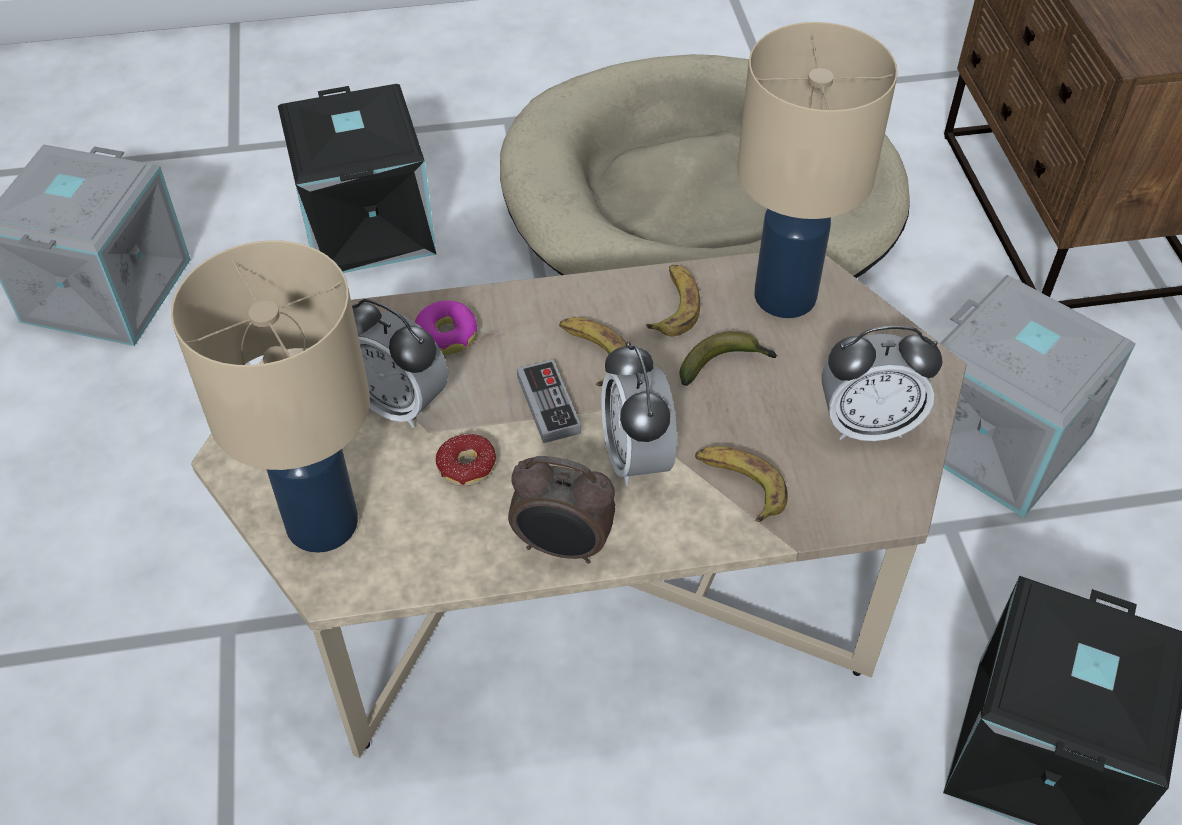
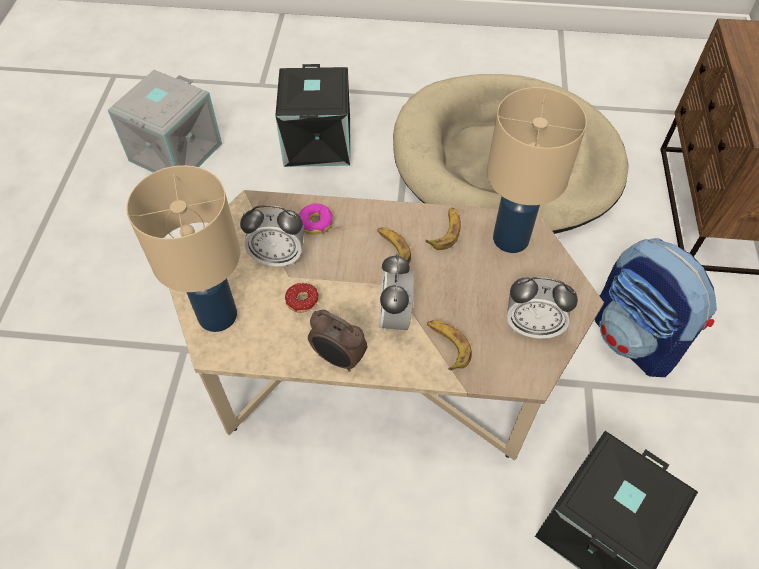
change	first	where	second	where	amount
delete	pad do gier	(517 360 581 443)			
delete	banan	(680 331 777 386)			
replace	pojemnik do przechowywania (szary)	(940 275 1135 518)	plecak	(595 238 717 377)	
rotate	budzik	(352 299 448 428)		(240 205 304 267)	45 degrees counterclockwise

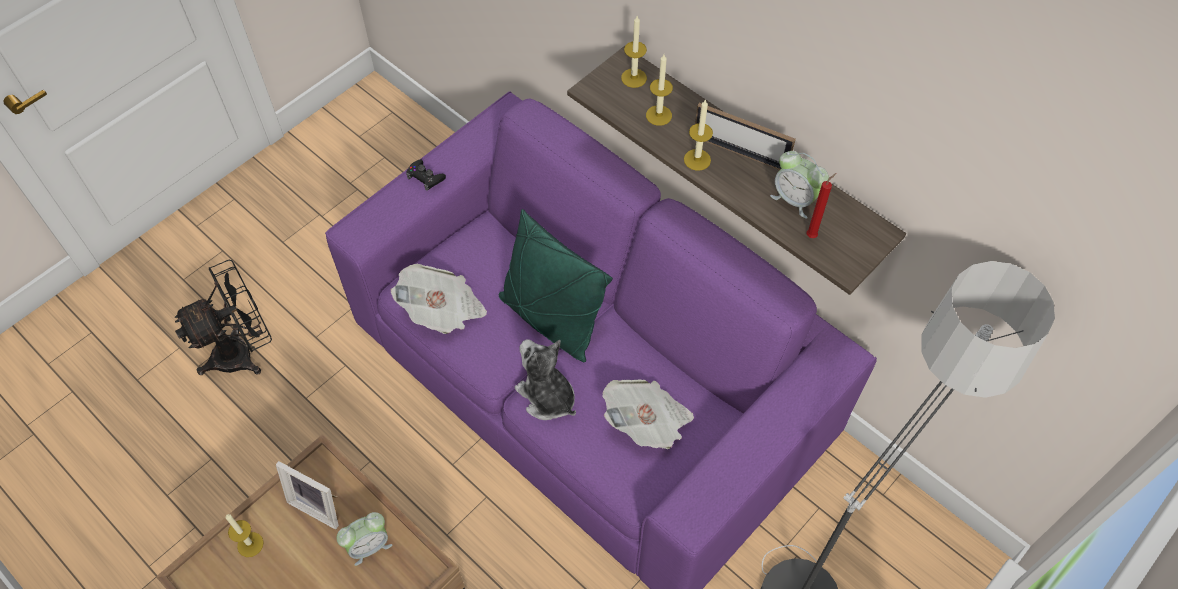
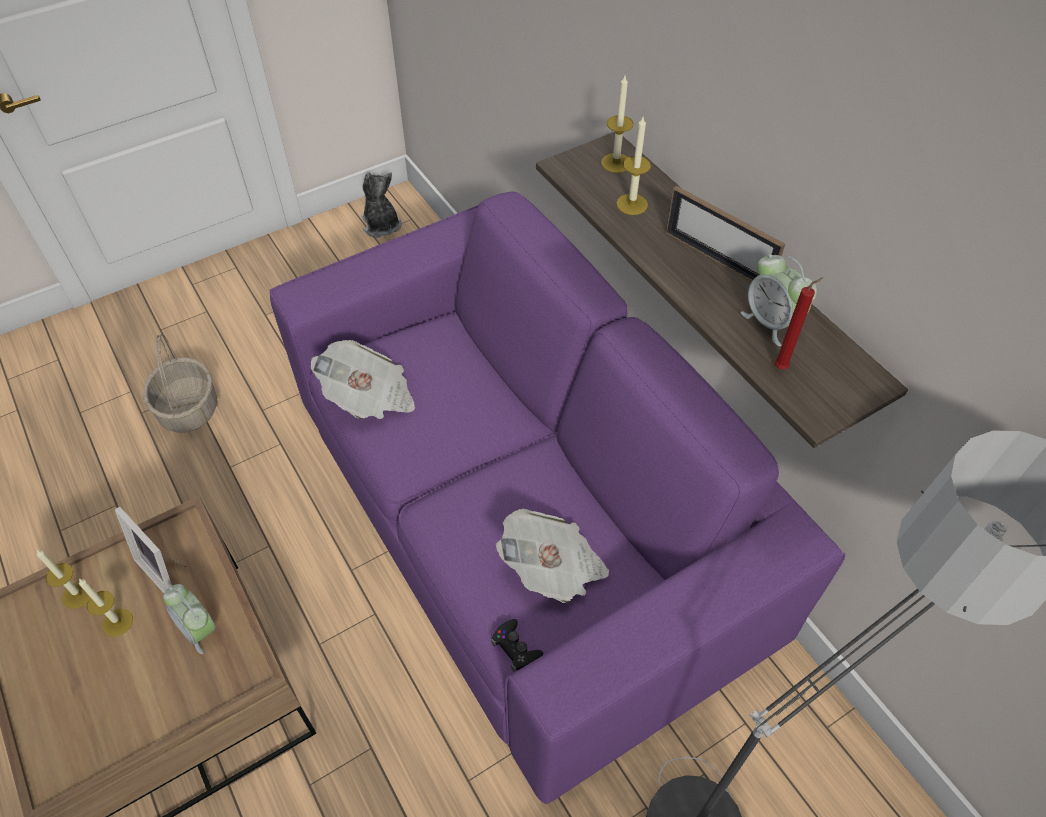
change	first	where	second	where	amount
delete	poduszka (zielony)	(499 209 613 362)			
move	pad do gier (czarny)	(406 160 446 191)		(491 619 543 671)	
move	pluszak	(515 340 576 420)		(361 172 401 238)	
move	świeca	(684 99 713 171)		(79 579 133 637)	
replace	wentylator (czarny)	(175 260 272 375)	koszyk	(143 334 217 433)	
rotate	budzik	(336 512 392 566)		(163 584 216 654)	60 degrees clockwise

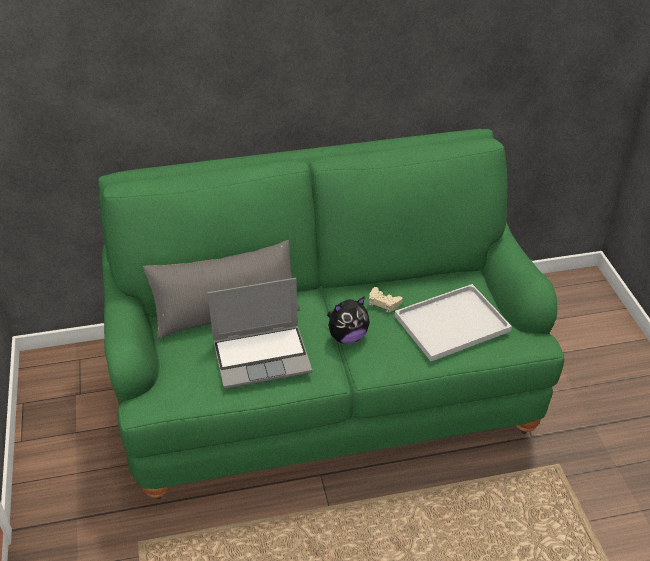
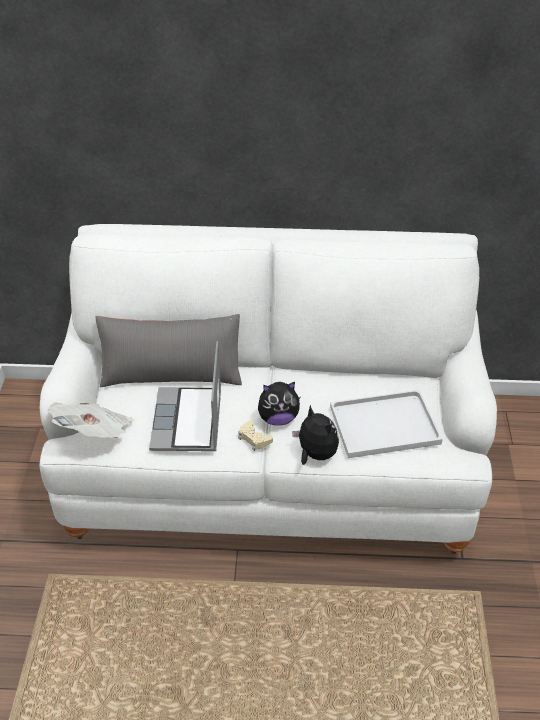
change	first	where	second	where	amount
insert			gazeta	(48 402 133 439)	
insert			pluszak	(292 405 339 465)	
move	pad do gier (beżowy)	(369 287 402 313)		(238 421 273 451)	
recolor	kanapa (zielony)	(98 129 564 499)	kanapa (biały)	(39 224 497 554)	
rotate	laptop	(208 278 312 389)		(149 341 221 451)	90 degrees clockwise

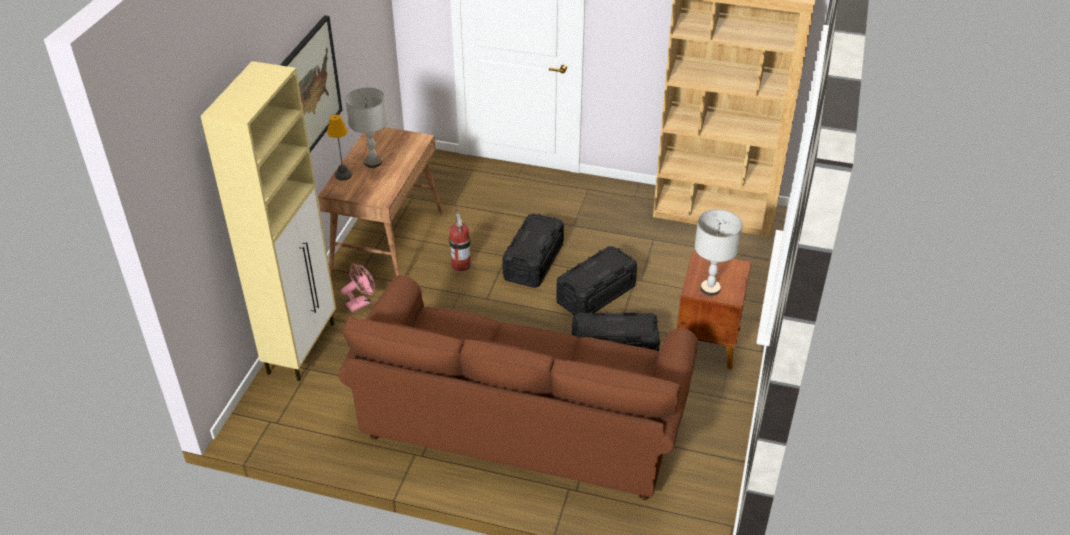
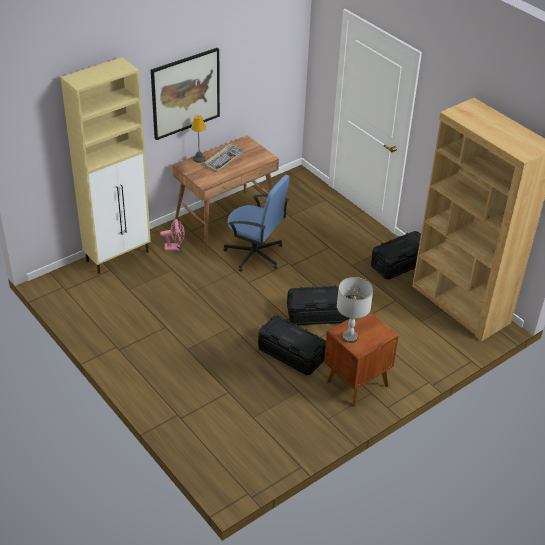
change	first	where	second	where	amount
delete	kanapa (brązowy)	(338 275 698 500)			
move	pojemnik do przechowywania (czarny)	(502 214 564 288)		(371 231 421 280)	
replace	lampa stołowa (szary)	(345 88 388 168)	klawiatura	(204 144 245 172)	
replace	gaśnica	(449 209 471 271)	krzesło biurowe (niebieski)	(223 175 290 272)	

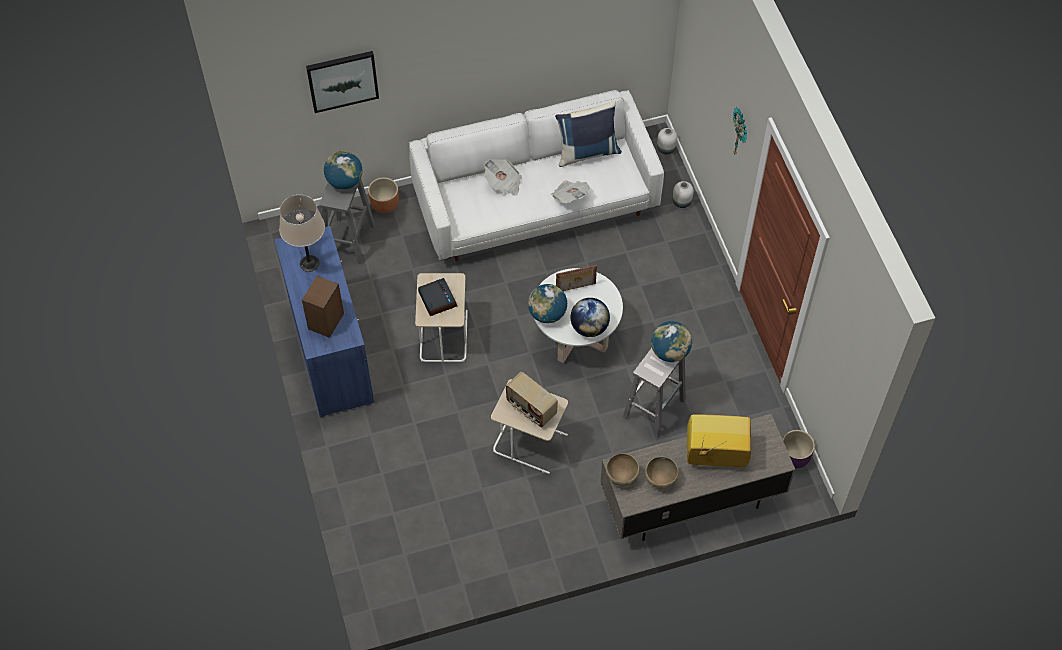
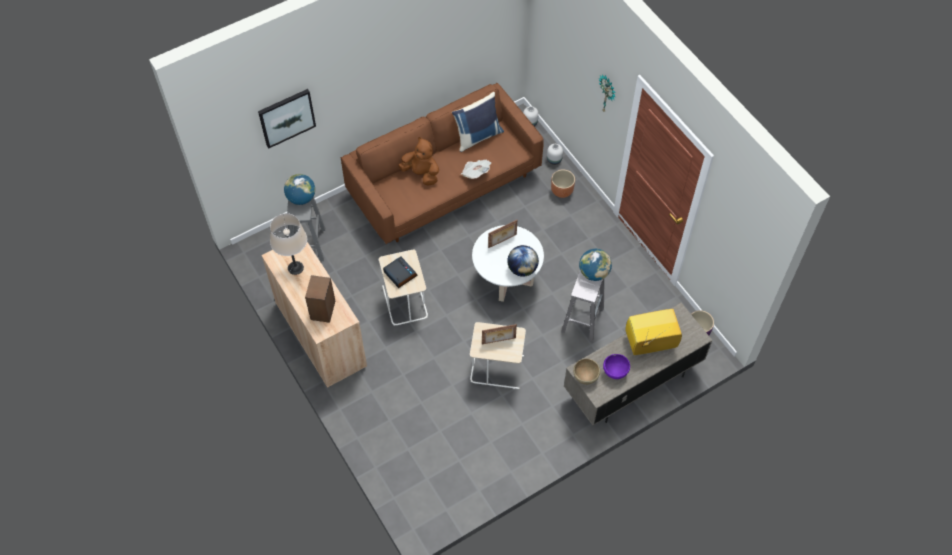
change	first	where	second	where	amount
delete	globus	(528 284 567 323)			
move	donica (brązowy)	(368 177 399 213)		(551 169 575 198)	
replace	gazeta	(484 159 522 196)	pluszak (brązowy)	(398 137 439 185)	
replace	radio	(506 371 558 427)	ramka na zdjęcie	(482 324 517 344)	
recolor	szafka (niebieski)	(274 226 374 417)	szafka (beżowy)	(261 242 367 388)	
recolor	kanapa (biały)	(409 90 664 261)	kanapa (brązowy)	(341 83 544 244)	
recolor	miska (brązowy)	(644 456 679 489)	miska (fioletowy)	(603 354 630 379)	

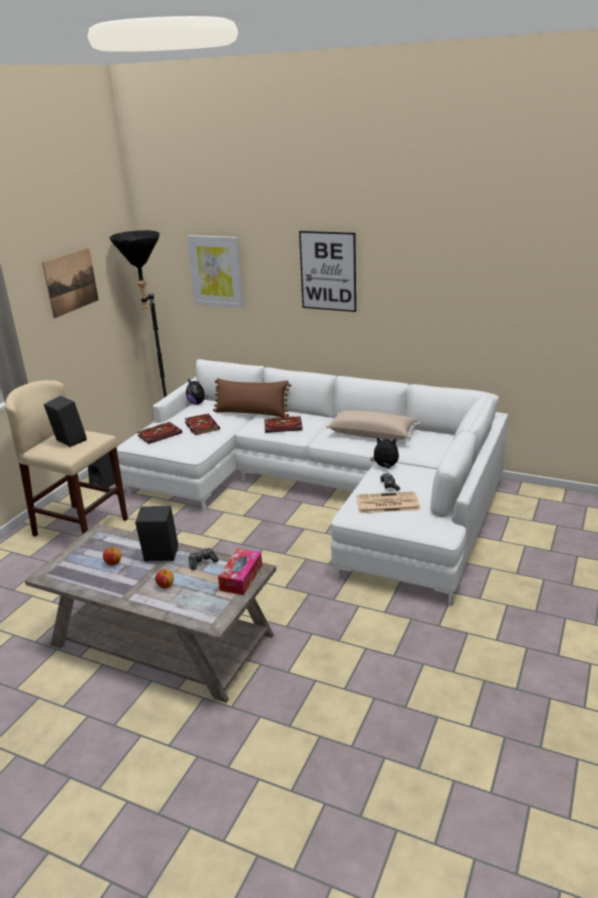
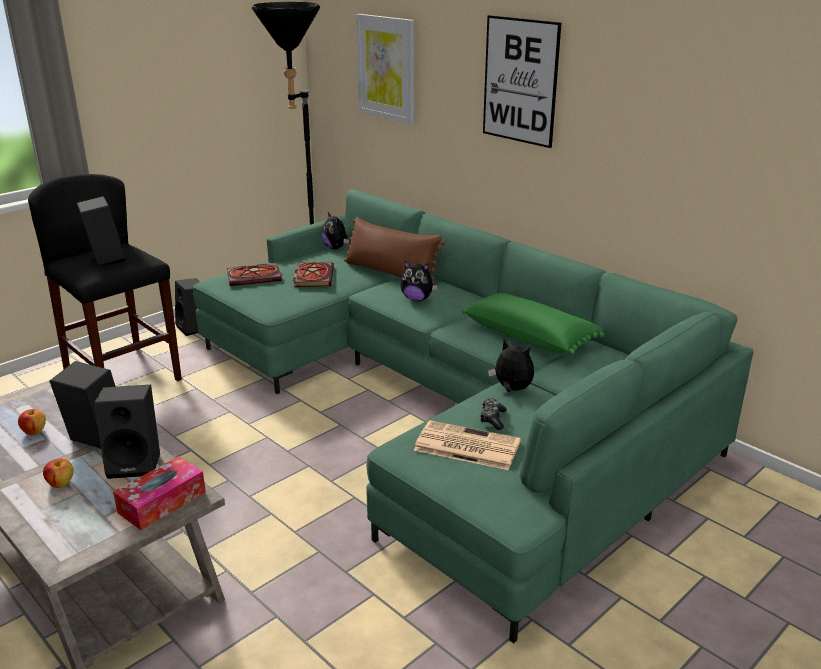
change	first	where	second	where	amount
delete	obraz	(42 248 99 318)			
replace	pad do gier	(189 548 219 570)	głośnik (czarny)	(94 385 160 479)	
replace	książka	(265 416 303 433)	pluszak	(400 261 438 301)	
recolor	stołek (beżowy)	(5 380 128 537)	stołek (czarny)	(28 174 182 381)	
recolor	kanapa (biały)	(117 359 508 607)	kanapa (zielony)	(193 189 754 643)	
recolor	poduszka (beżowy)	(326 410 420 440)	poduszka (zielony)	(462 293 604 354)	

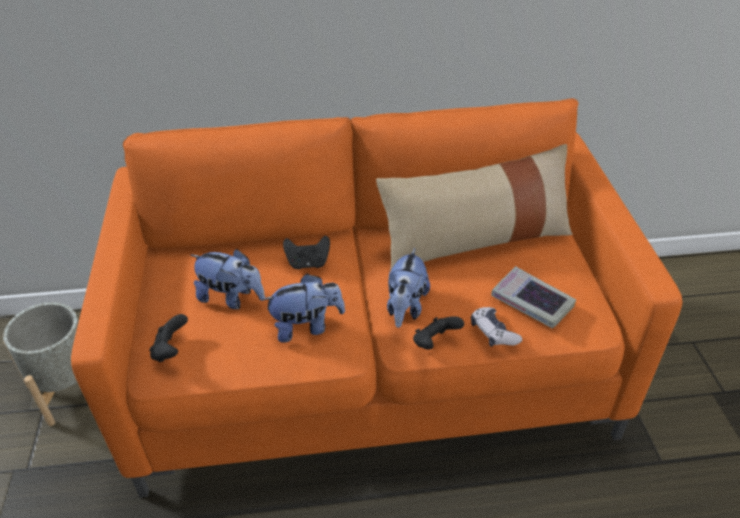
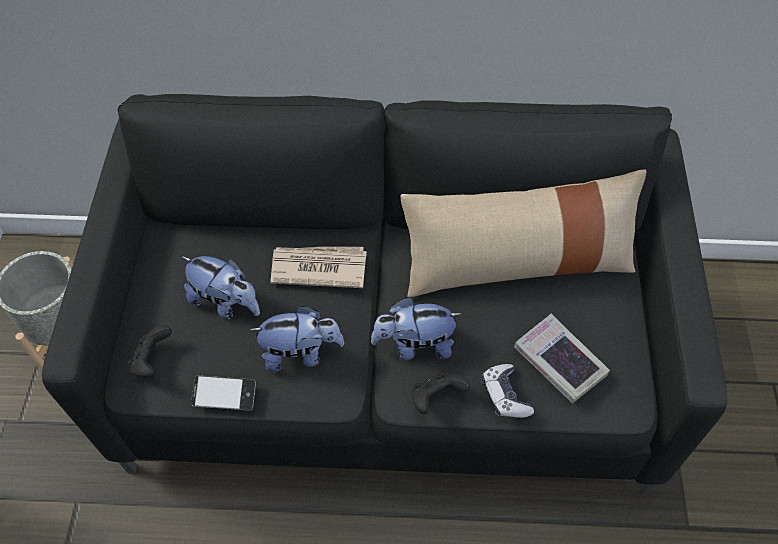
change	first	where	second	where	amount
insert			telefon	(191 375 256 411)	
replace	pad do gier (czarny)	(283 236 330 269)	gazeta	(270 247 367 288)	
recolor	kanapa (pomarańczowy)	(71 98 682 498)	kanapa (czarny)	(42 94 727 495)	
rotate	pluszak	(387 248 430 328)		(371 297 462 360)	60 degrees clockwise

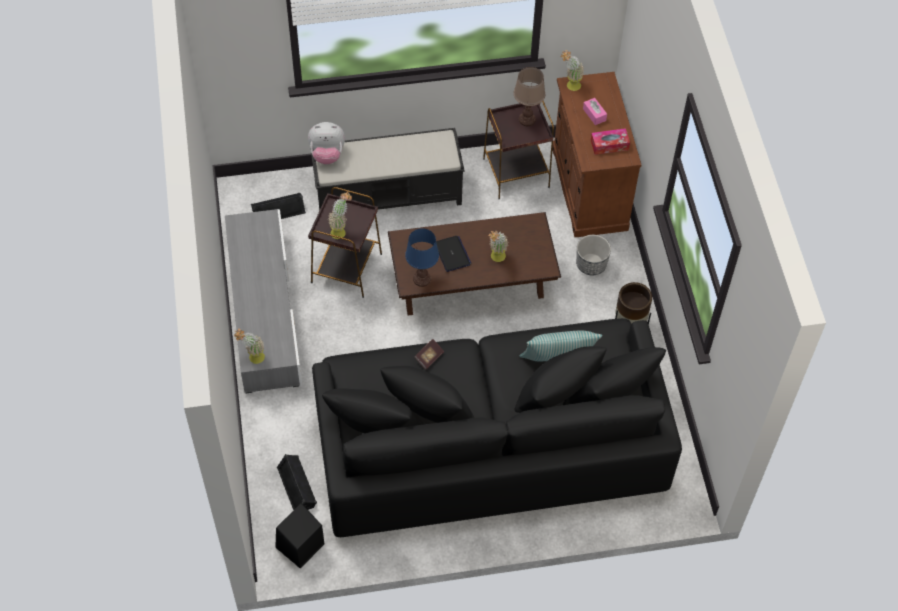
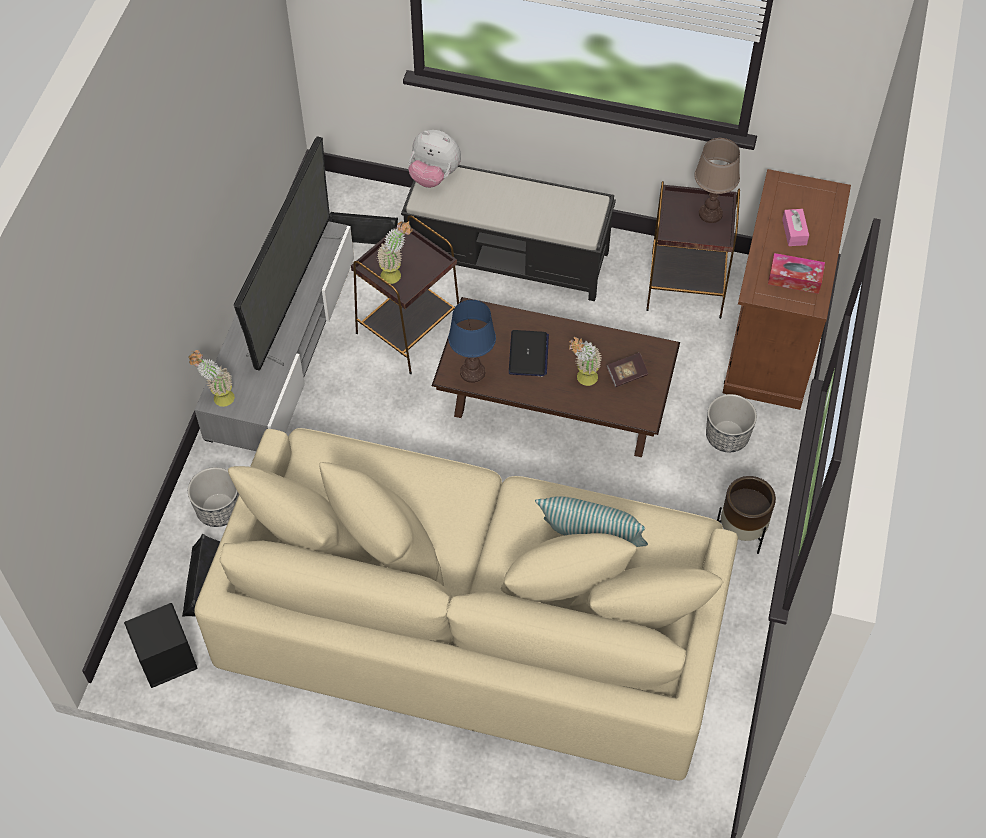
change	first	where	second	where	amount
delete	roślina doniczkowa	(561 50 584 91)			
insert			donica	(188 467 239 527)	
insert			telewizor	(234 136 341 371)	
move	książka	(414 339 444 369)		(606 353 648 387)	
recolor	kanapa (czarny)	(312 318 682 537)	kanapa (beżowy)	(195 428 738 780)	

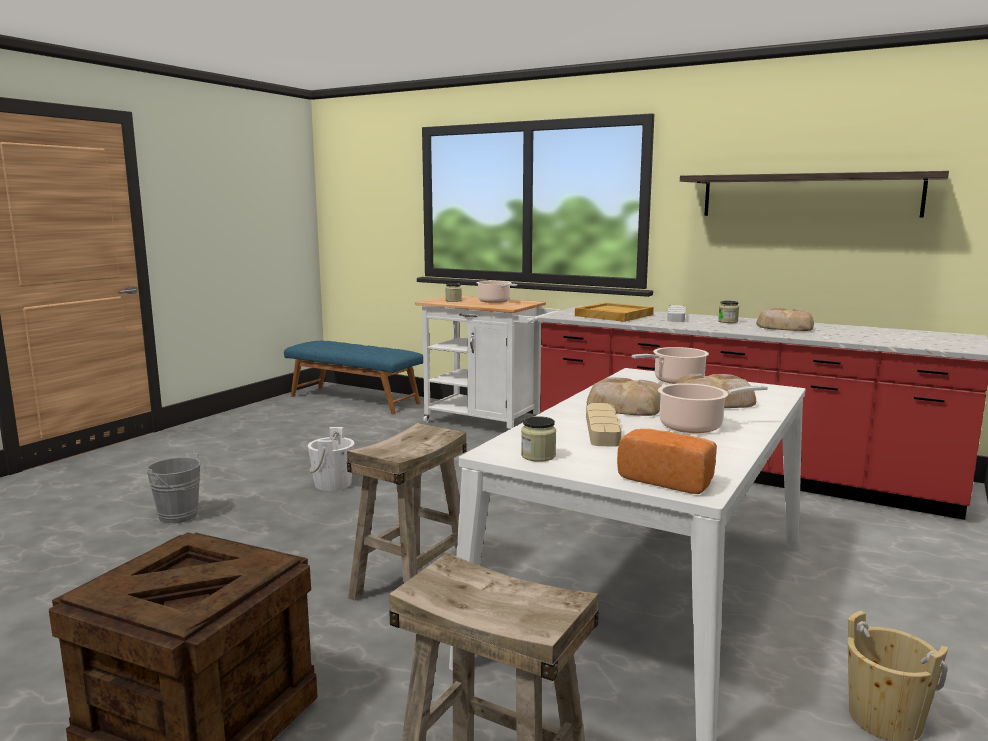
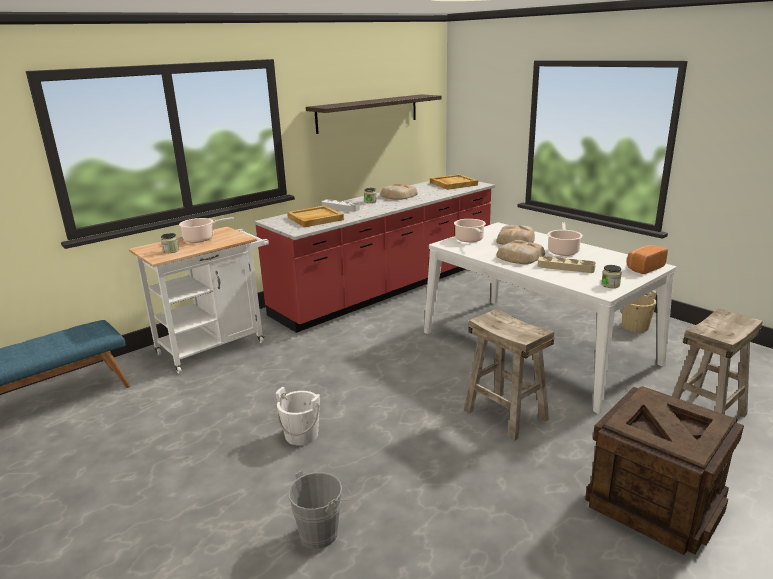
change	first	where	second	where	amount
insert			taca (beżowy)	(430 174 478 190)	

